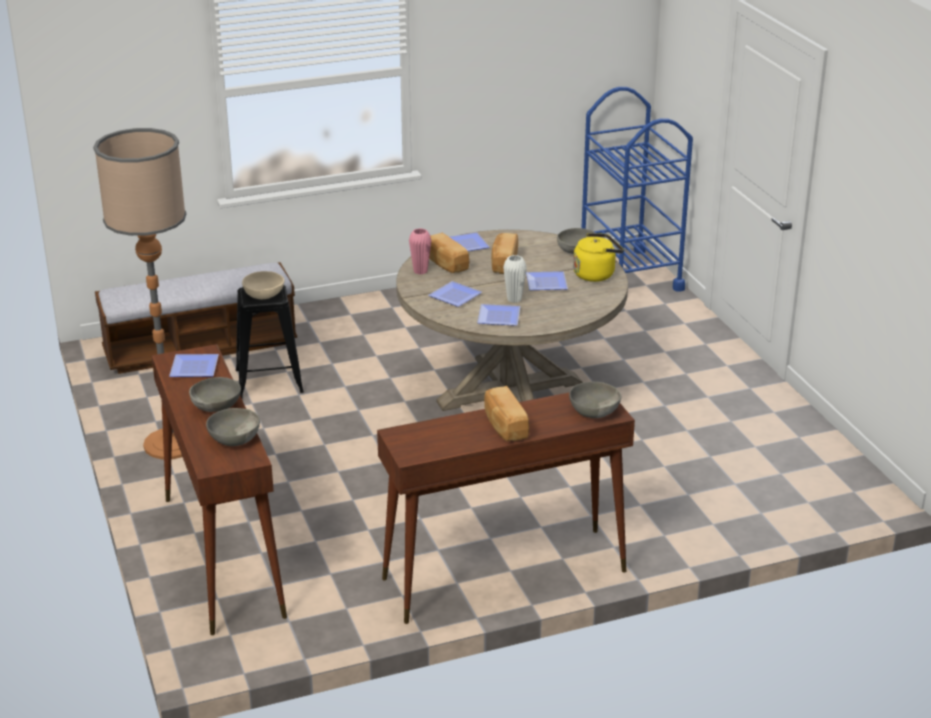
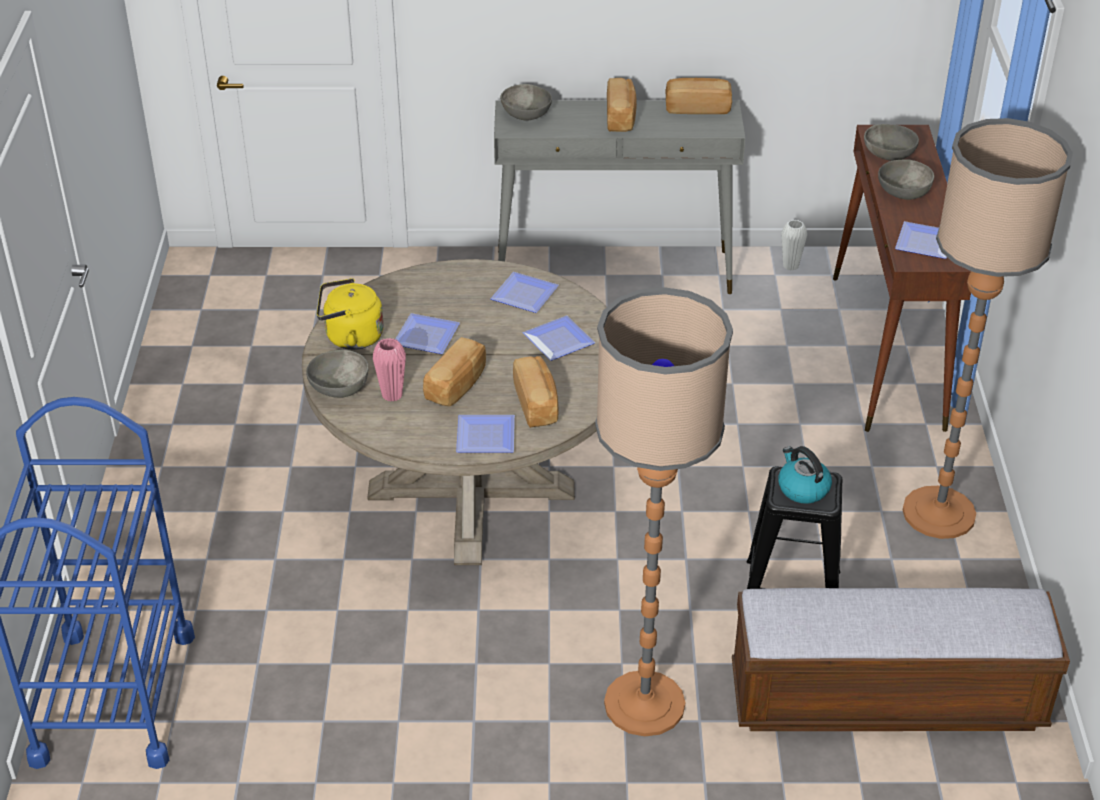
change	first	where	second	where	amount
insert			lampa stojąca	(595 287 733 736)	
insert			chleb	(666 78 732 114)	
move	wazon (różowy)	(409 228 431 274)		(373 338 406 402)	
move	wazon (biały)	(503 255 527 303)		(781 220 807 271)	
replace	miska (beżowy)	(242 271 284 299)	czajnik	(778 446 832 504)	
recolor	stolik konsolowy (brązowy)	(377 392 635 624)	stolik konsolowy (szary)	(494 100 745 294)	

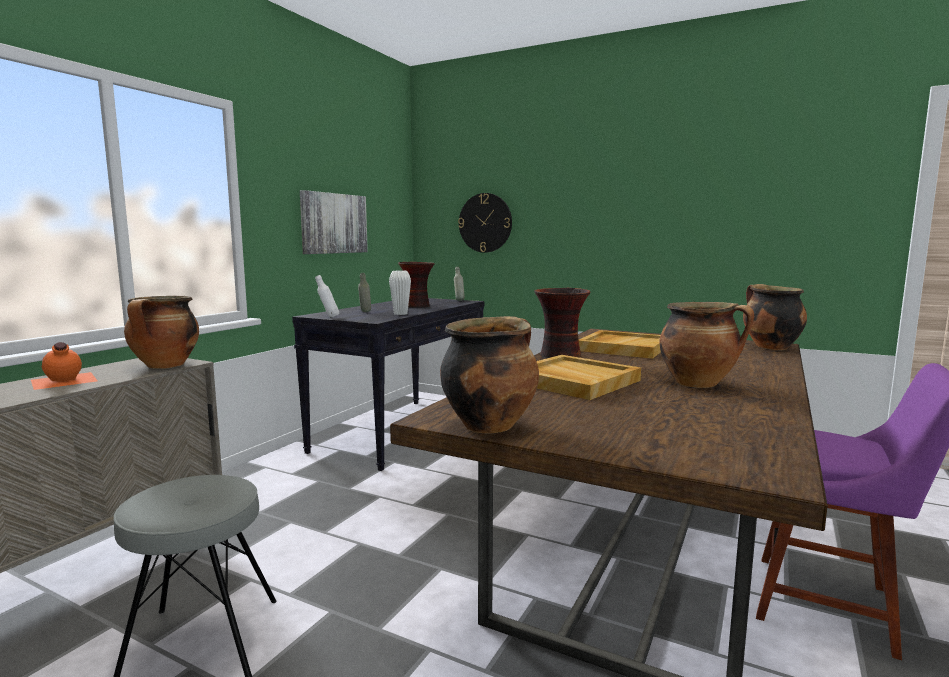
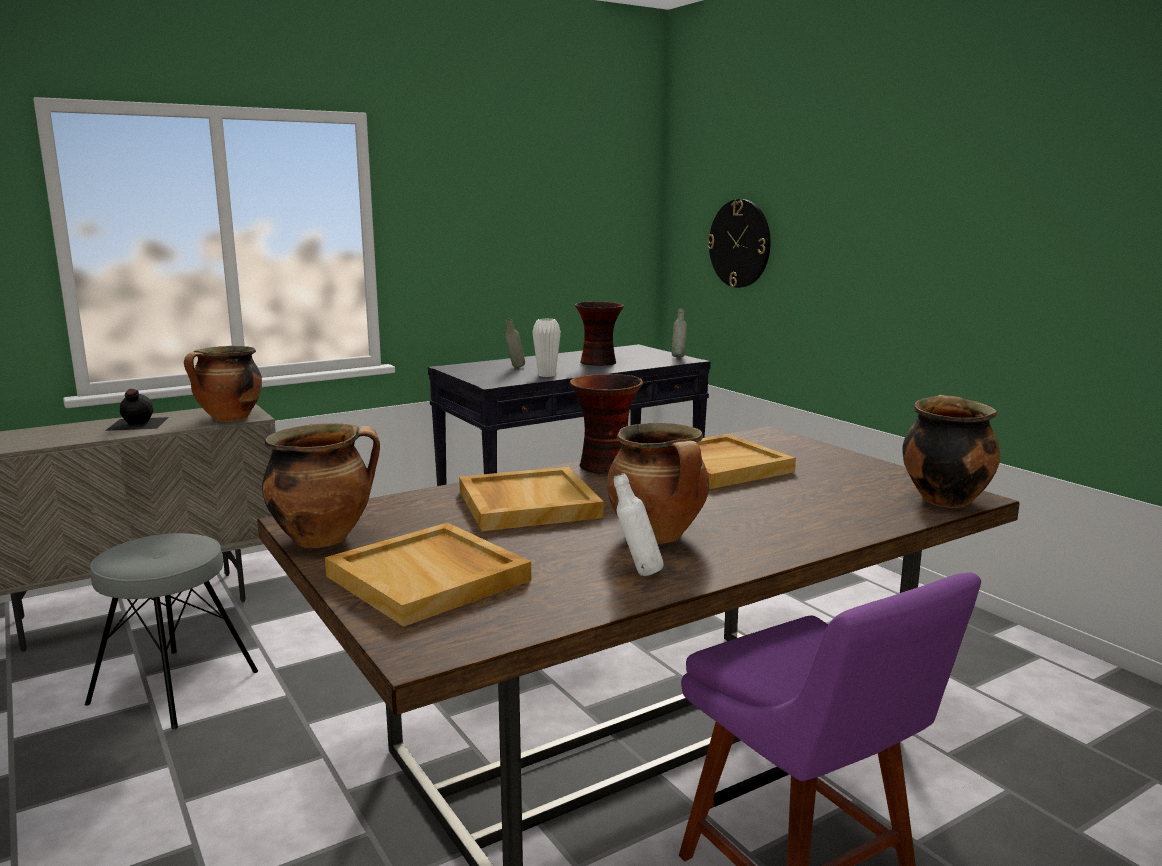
change	first	where	second	where	amount
delete	obraz	(300 190 368 254)			
insert			taca (beżowy)	(325 523 531 627)	
move	butelka (biały)	(315 275 339 318)		(614 473 663 576)	
recolor	butelka (pomarańczowy)	(31 342 98 390)	butelka (czarny)	(105 389 169 431)	

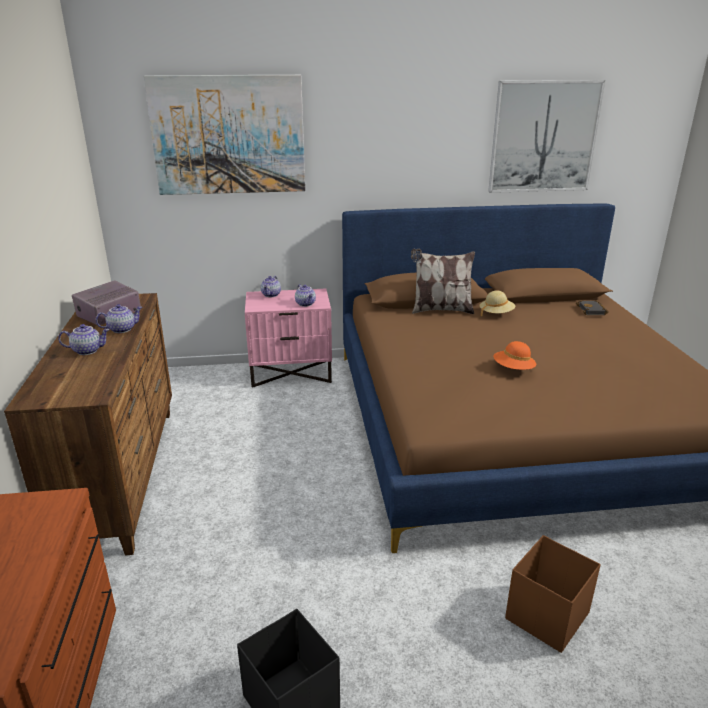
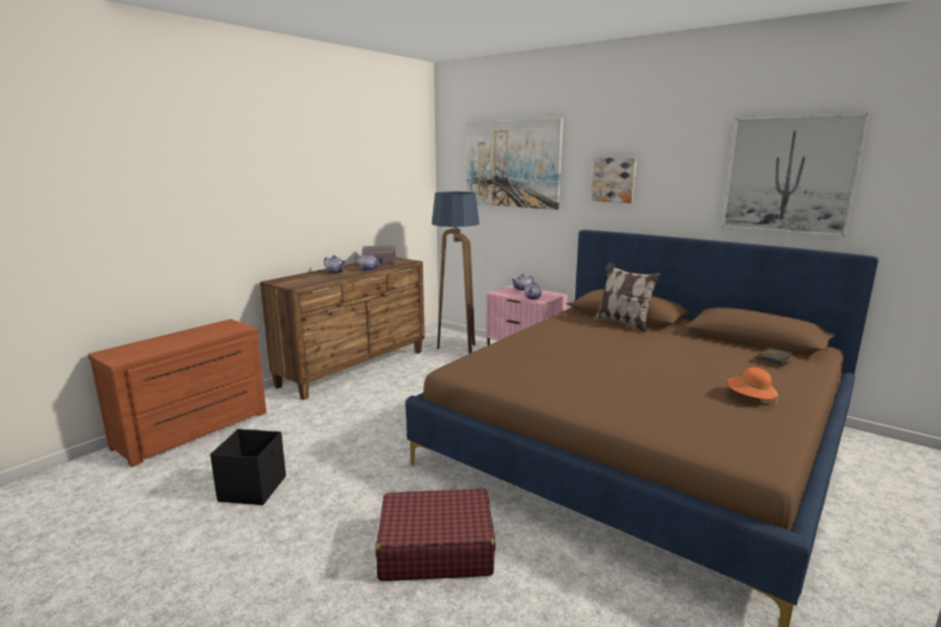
change	first	where	second	where	amount
delete	kapelusz (beżowy)	(479 291 515 317)			
insert			lampa stojąca	(432 192 479 354)	
insert			obraz	(591 158 637 203)	
move	kapelusz (pomarańczowy)	(493 341 536 370)		(727 367 778 405)	
replace	pojemnik do przechowywania (brązowy)	(505 535 601 653)	walizka (czerwony)	(375 489 495 581)	

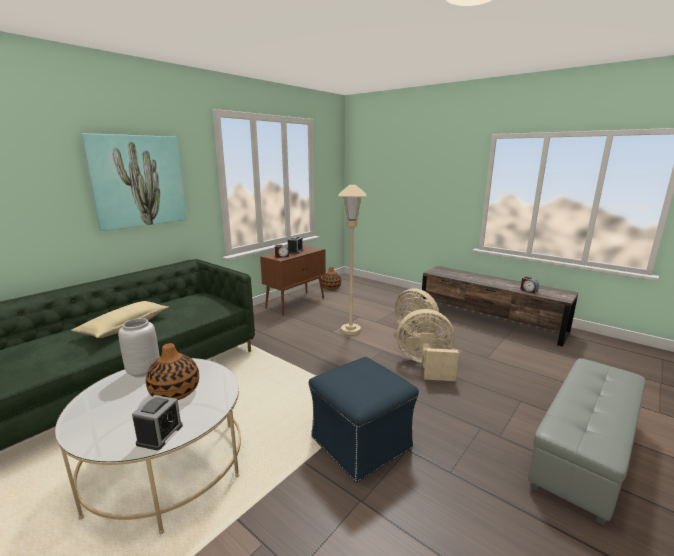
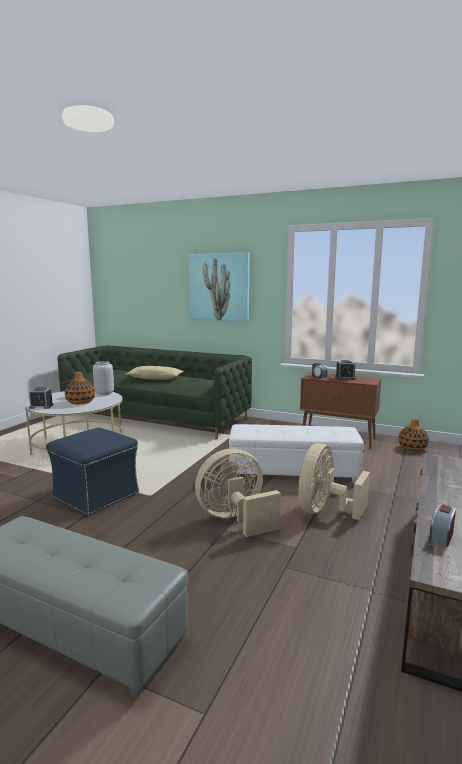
change	first	where	second	where	amount
replace	lampa stojąca (beżowy)	(338 185 367 335)	pufa (biały)	(229 424 364 483)	
rotate	wentylator (beżowy)	(397 309 459 381)		(195 448 281 537)	105 degrees counterclockwise

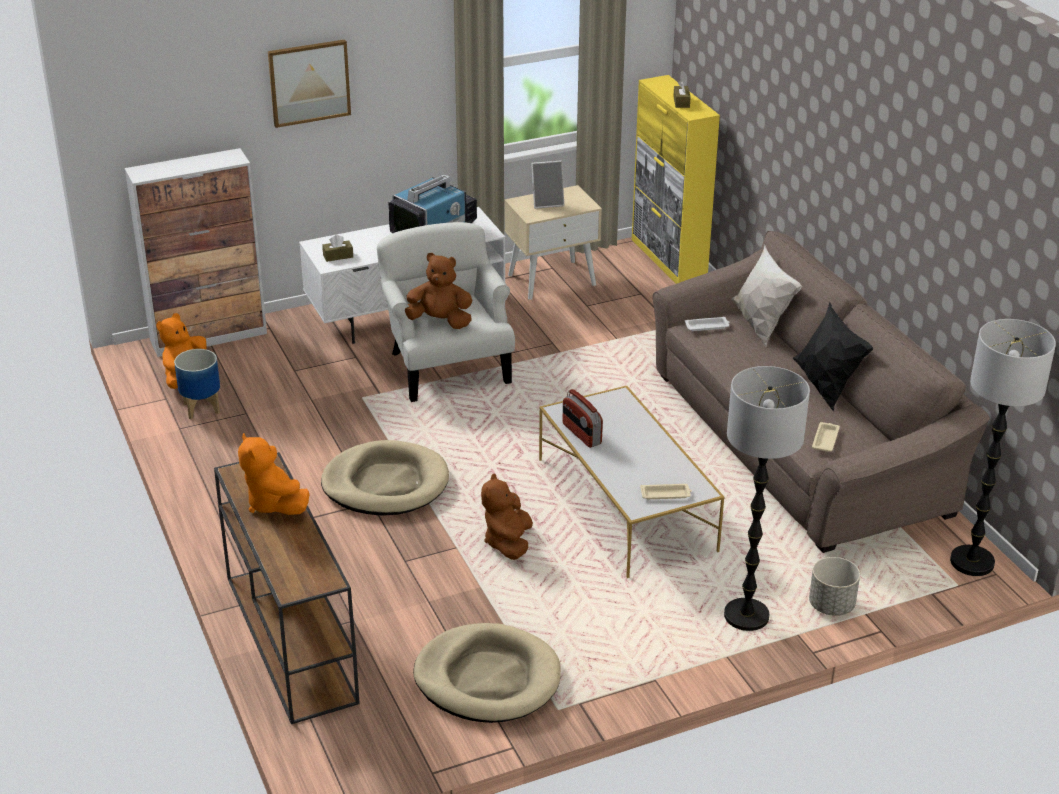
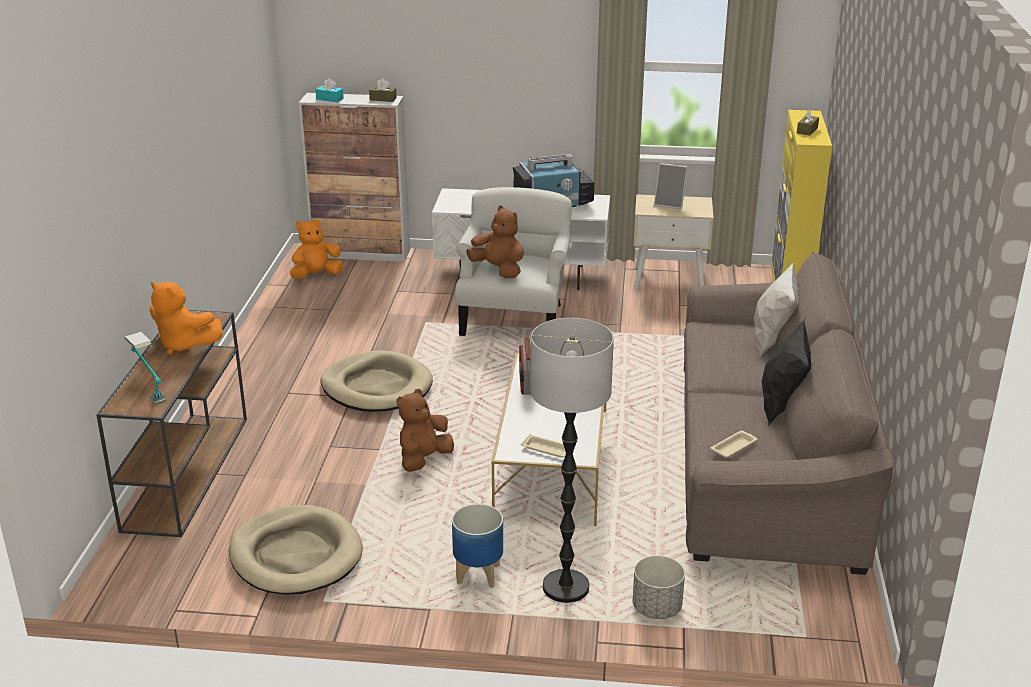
change	first	where	second	where	amount
delete	obraz	(268 39 351 128)			
delete	taca (biały)	(684 317 730 331)			
delete	lampa stojąca	(950 319 1056 576)			
insert			lampa stołowa	(125 332 167 404)	
insert			pudełko chusteczek (turkusowy)	(316 78 344 102)	
move	donica	(174 349 220 419)		(452 504 503 588)	
move	pudełko chusteczek (brązowy)	(322 235 353 262)		(369 79 397 102)	
rotate	pluszak (pomarańczowy)	(238 433 309 515)		(150 281 223 355)	60 degrees counterclockwise

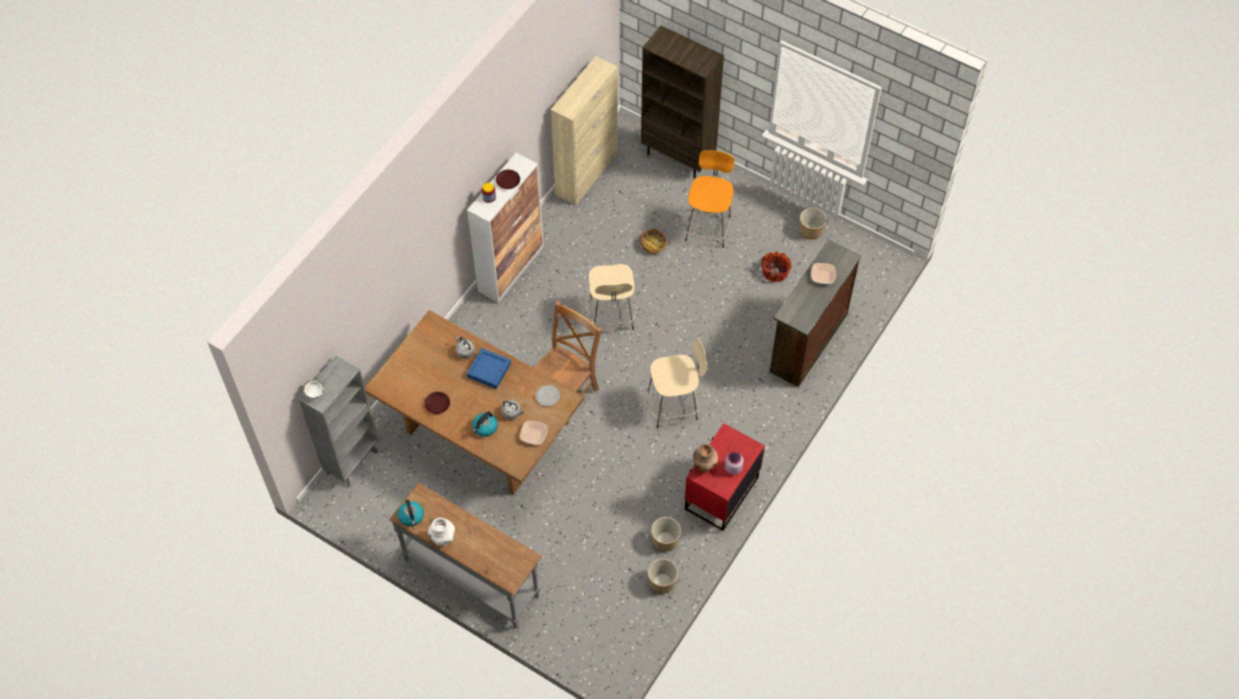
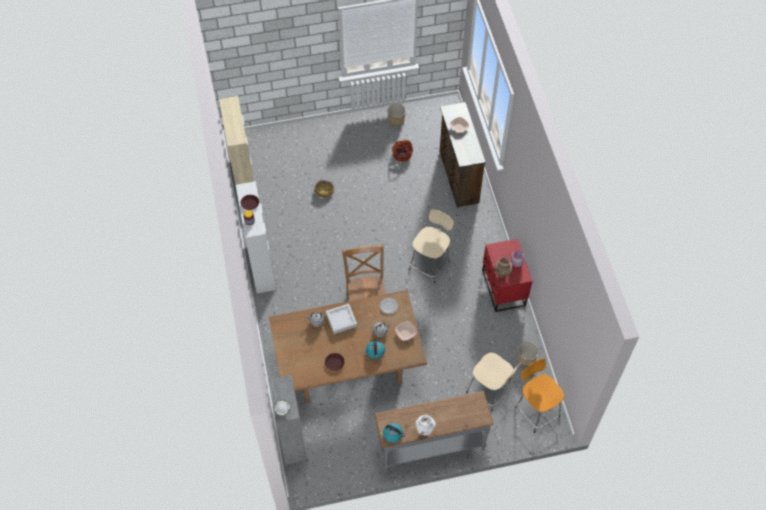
change	first	where	second	where	amount
delete	regał (brązowy)	(641 26 724 179)			
delete	donica	(651 517 681 552)			
move	stołek (beżowy)	(589 264 635 330)		(466 353 521 412)	
move	stołek (pomarańczowy)	(685 150 734 248)		(515 358 564 433)	
recolor	taca (niebieski)	(467 348 511 389)	taca (szary)	(326 304 357 334)	

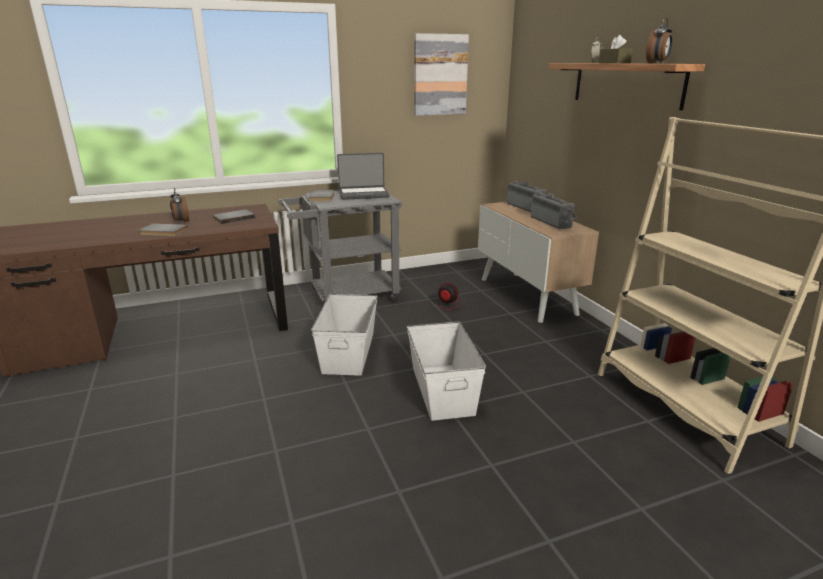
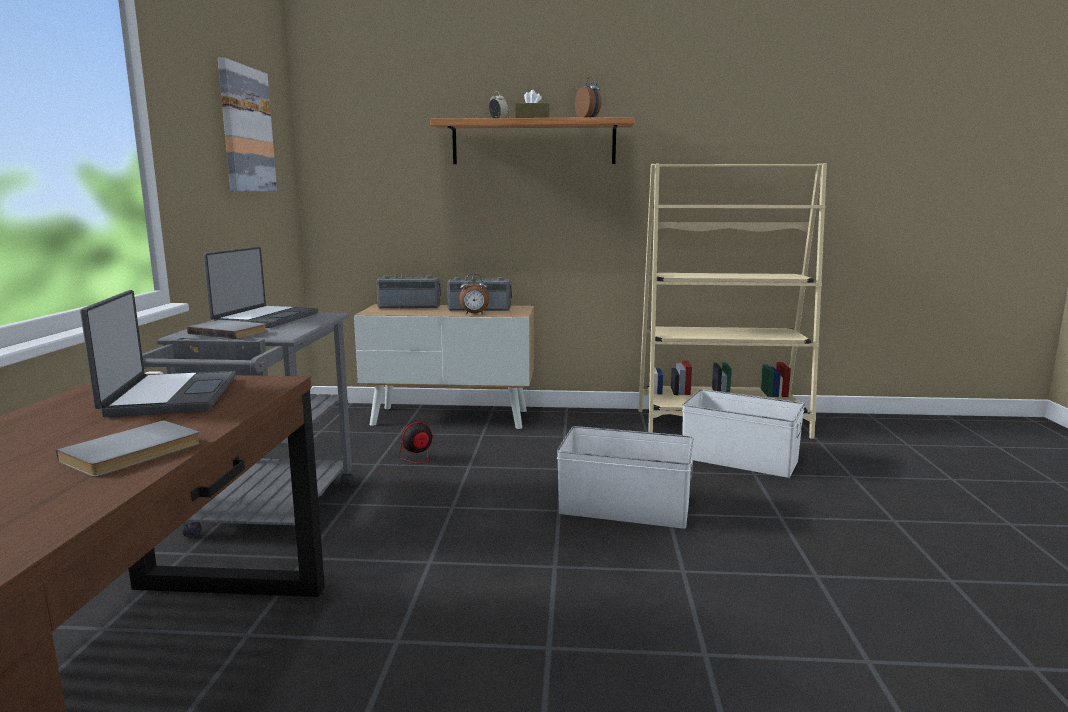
change	first	where	second	where	amount
move	budzik	(170 187 189 224)		(459 274 489 314)	
move	pojemnik do przechowywania (biały)	(311 294 378 376)		(682 389 805 478)	
replace	książka (szary)	(213 209 256 224)	laptop	(80 290 236 417)	

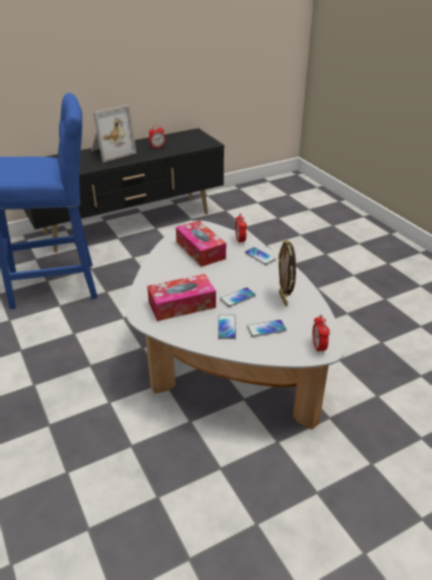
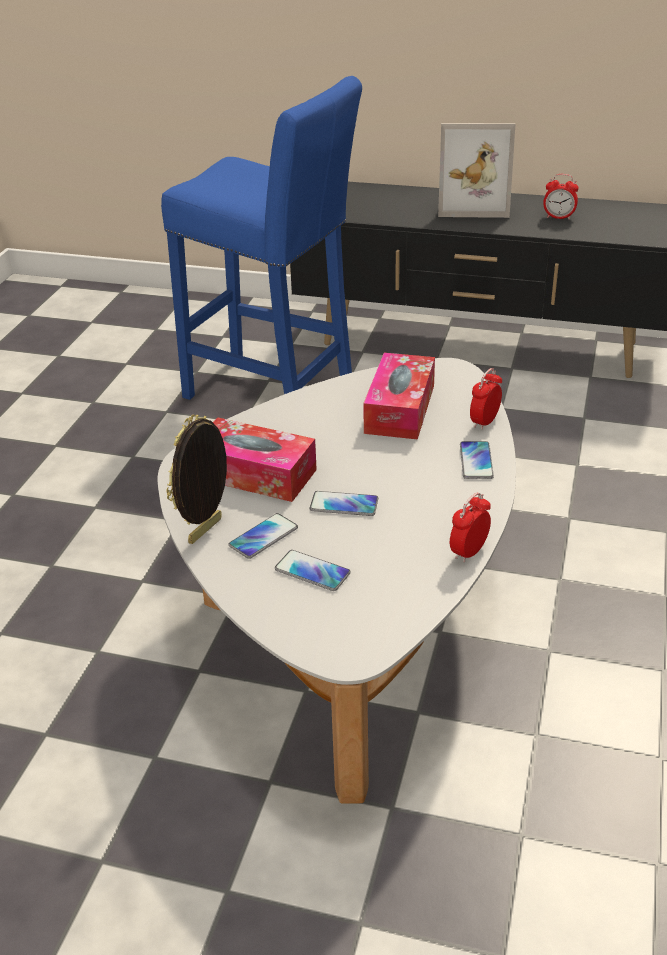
change	first	where	second	where	amount
move	ramka na zdjęcie	(278 239 296 307)		(166 415 227 544)	
move	budzik	(313 315 330 354)		(450 492 491 563)	

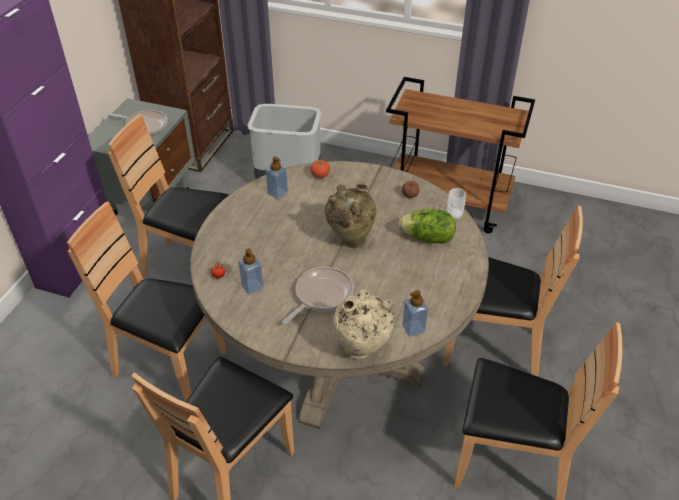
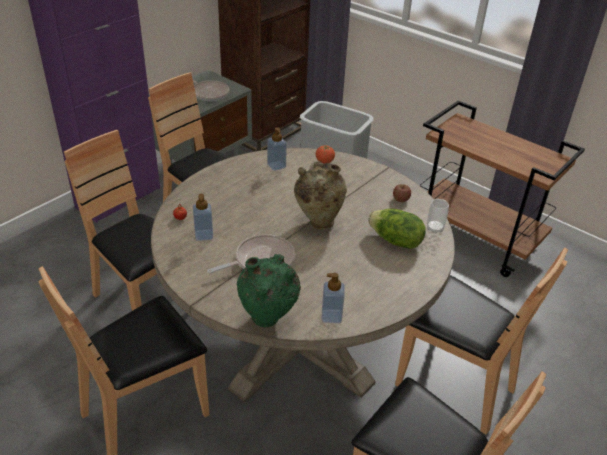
change	first	where	second	where	amount
recolor	wazon (beżowy)	(333 289 394 359)	wazon (zielony)	(237 254 301 327)	

